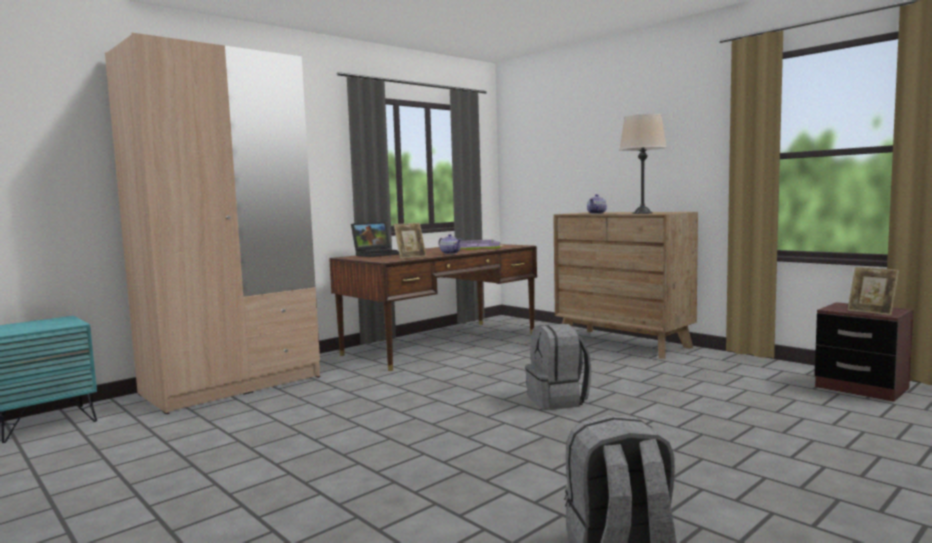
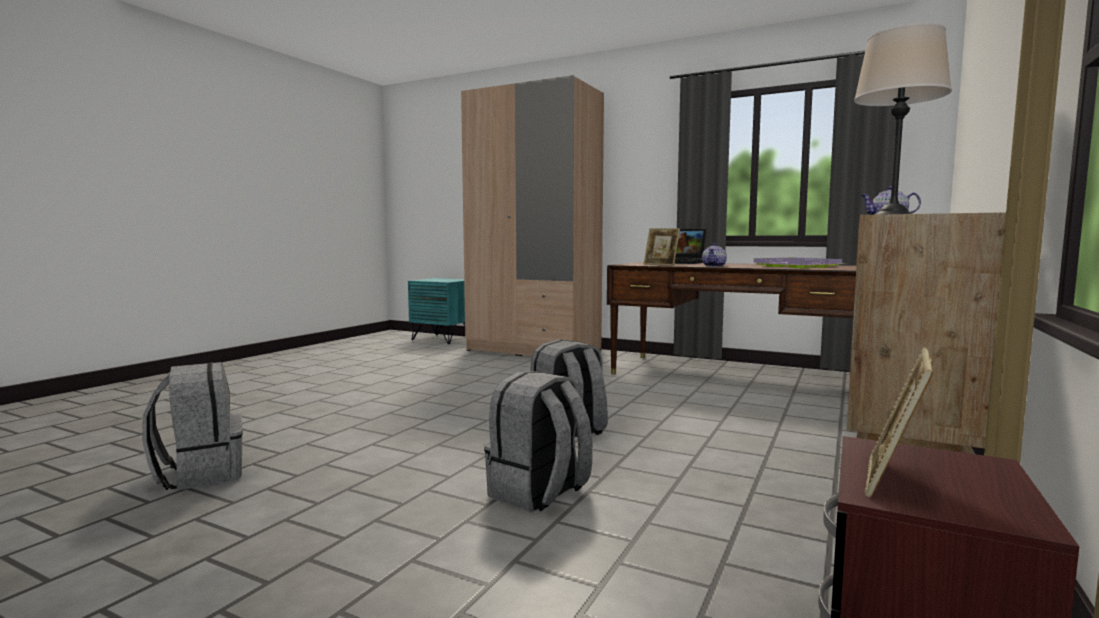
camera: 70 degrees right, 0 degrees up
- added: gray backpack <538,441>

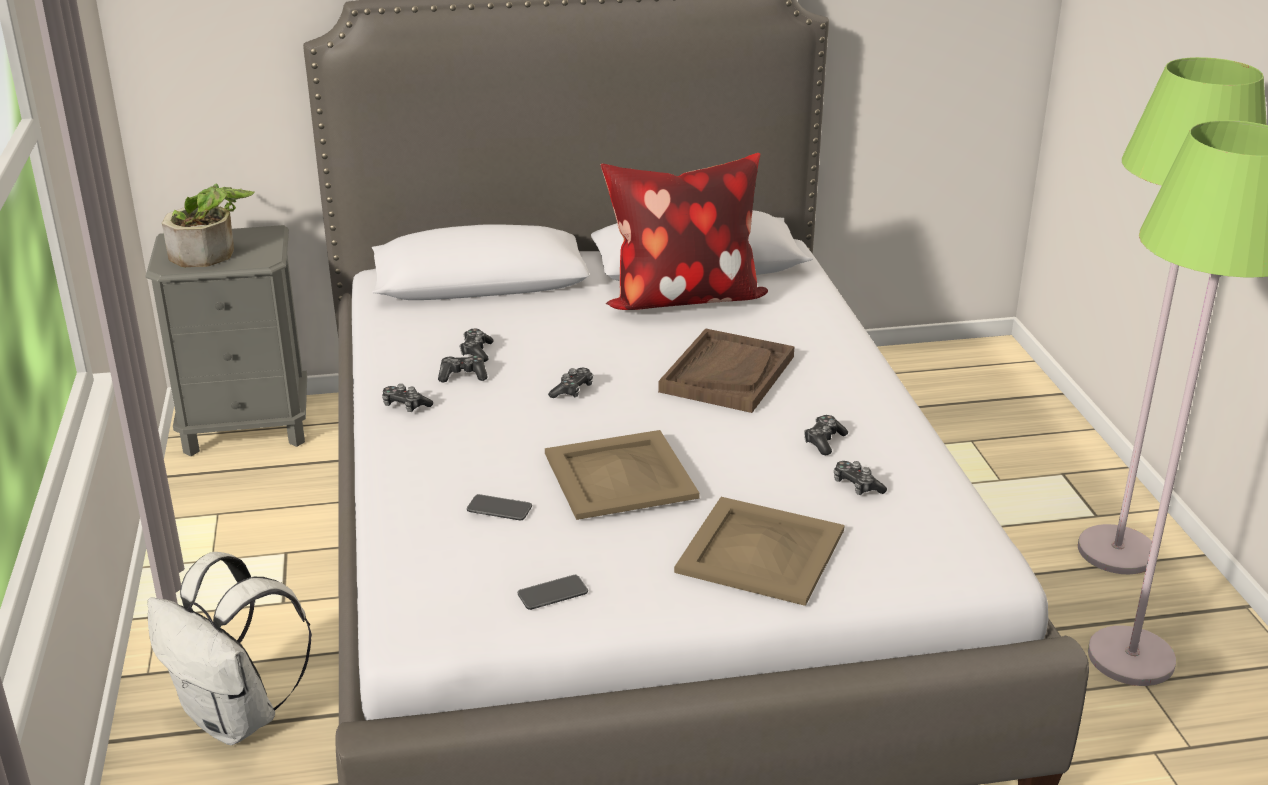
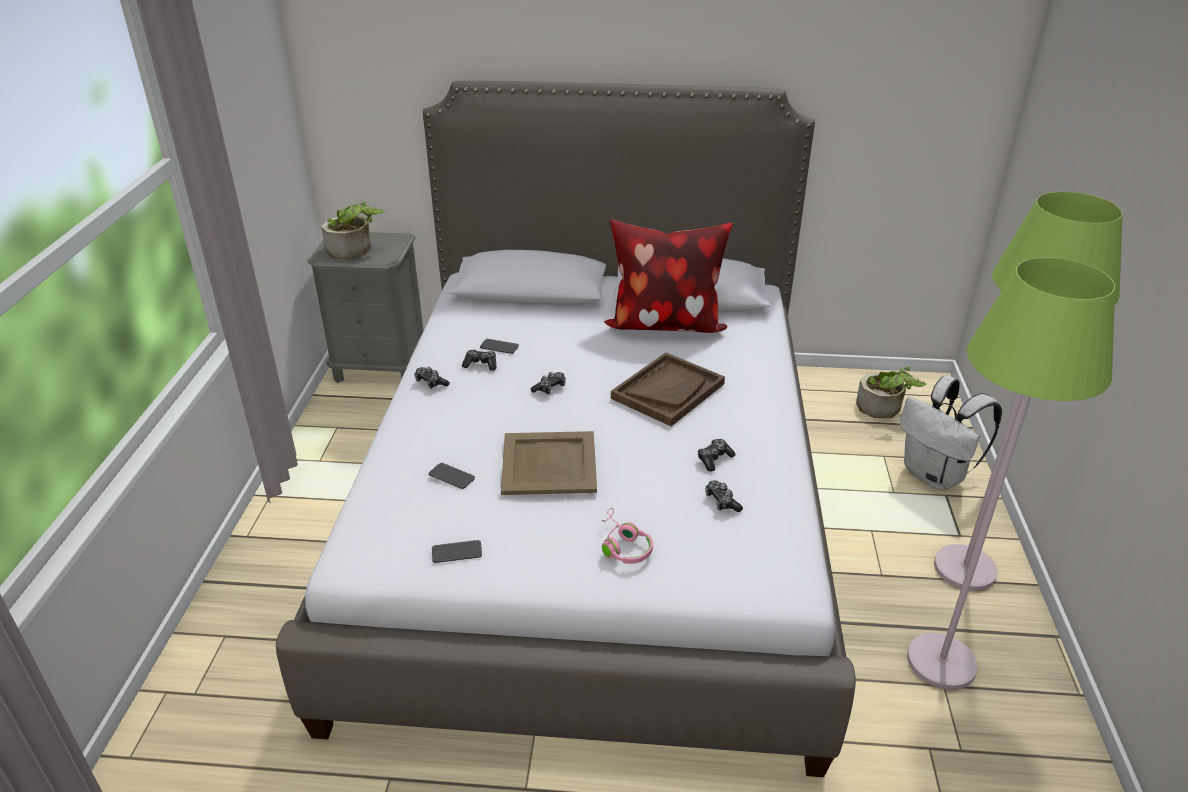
camera: 15 degrees right, 5 degrees up
- moved: whitish backpack <229,648> to <951,433>
- replaced: joypad <476,345> to telephone <499,346>
- replaced: beige tray <759,551> to pink-coloured headphones <627,536>
- added: houseplant <891,392>

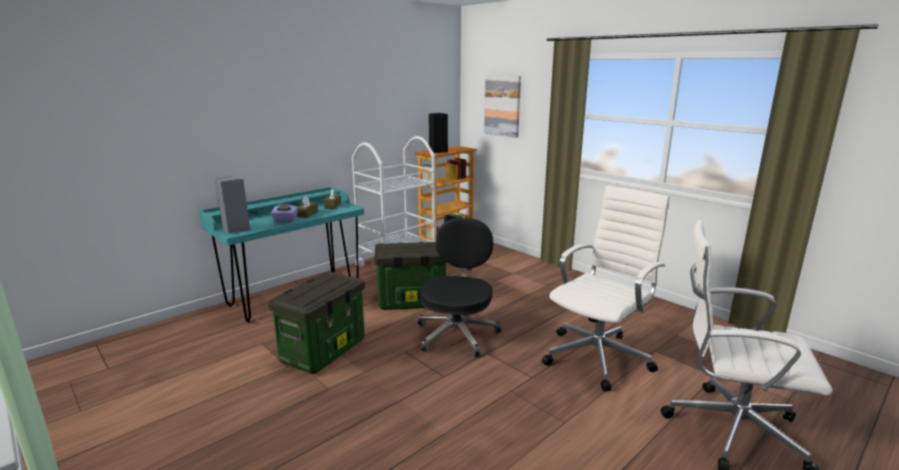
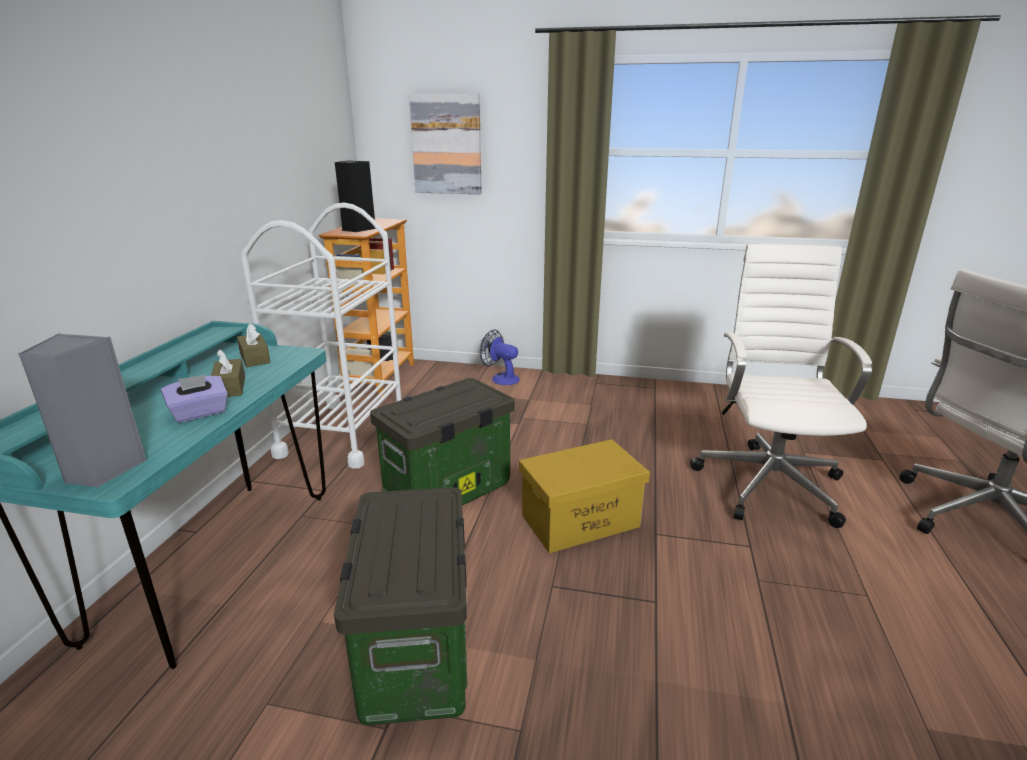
camera: 35 degrees left, 5 degrees up
- replaced: black-coloured desk chair <459,287> to yellow-coloured storage bin <584,496>
- added: electric fan <500,357>

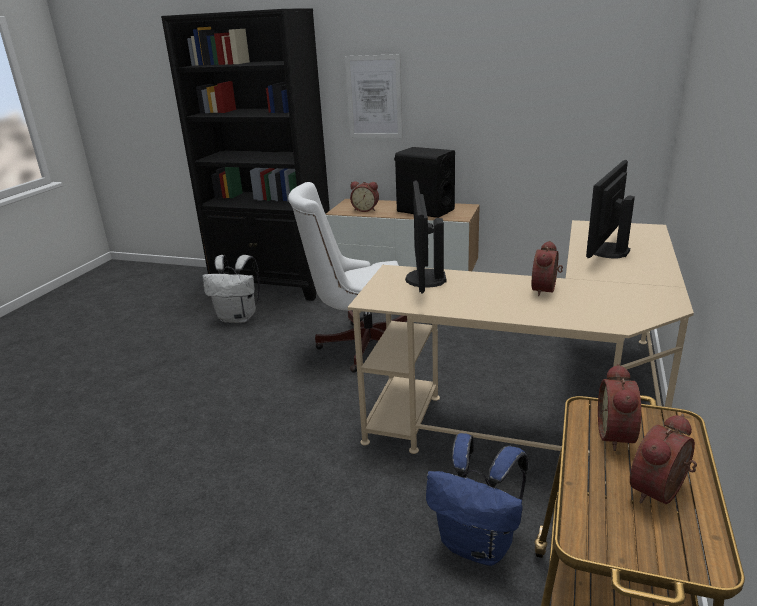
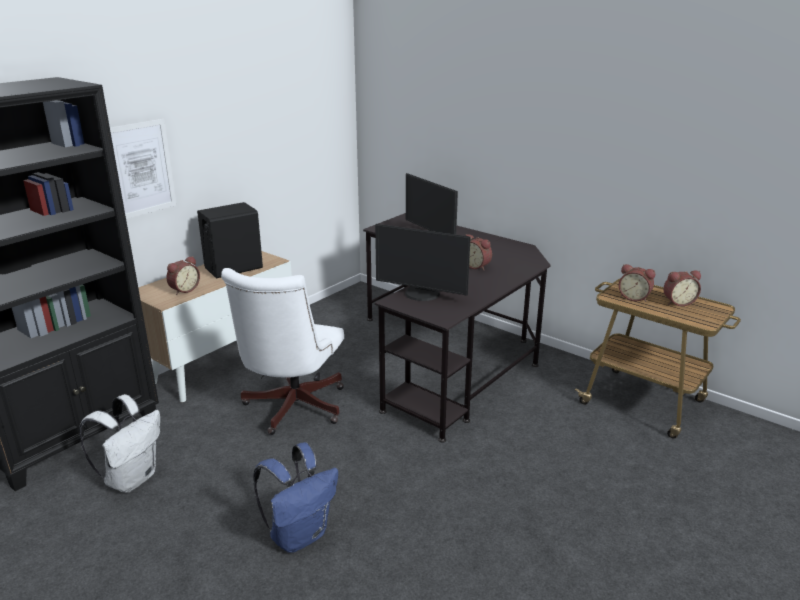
camera: 70 degrees left, 0 degrees up
- recoloured: beige desk unit <521,352> to black-coloured desk unit <456,328>
- moved: blue-coloured backpack <477,499> to <295,497>
- turned: alarm clock <663,459> = <682,288> 75 degrees counterclockwise

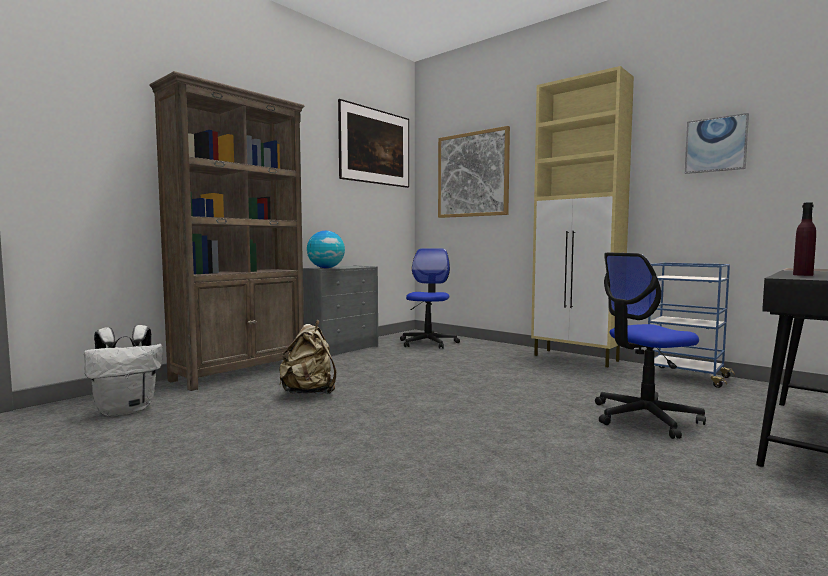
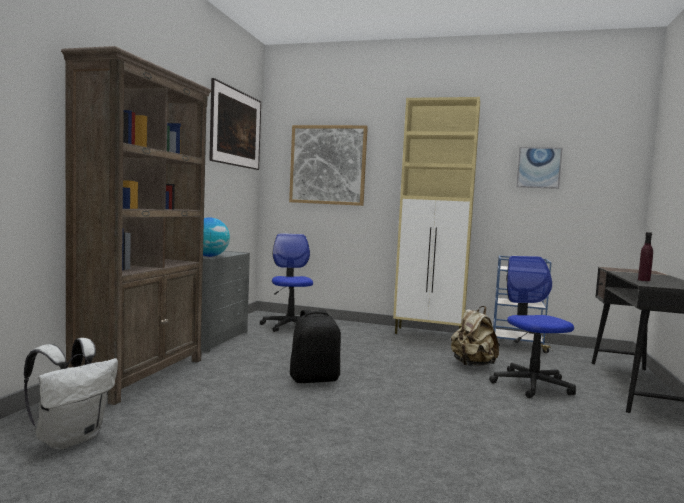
camera: 25 degrees left, 0 degrees up
- moved: beige backpack <307,357> to <475,336>
- turned: desk chair <650,346> = <532,327> 120 degrees clockwise
- added: black-coloured backpack <315,346>

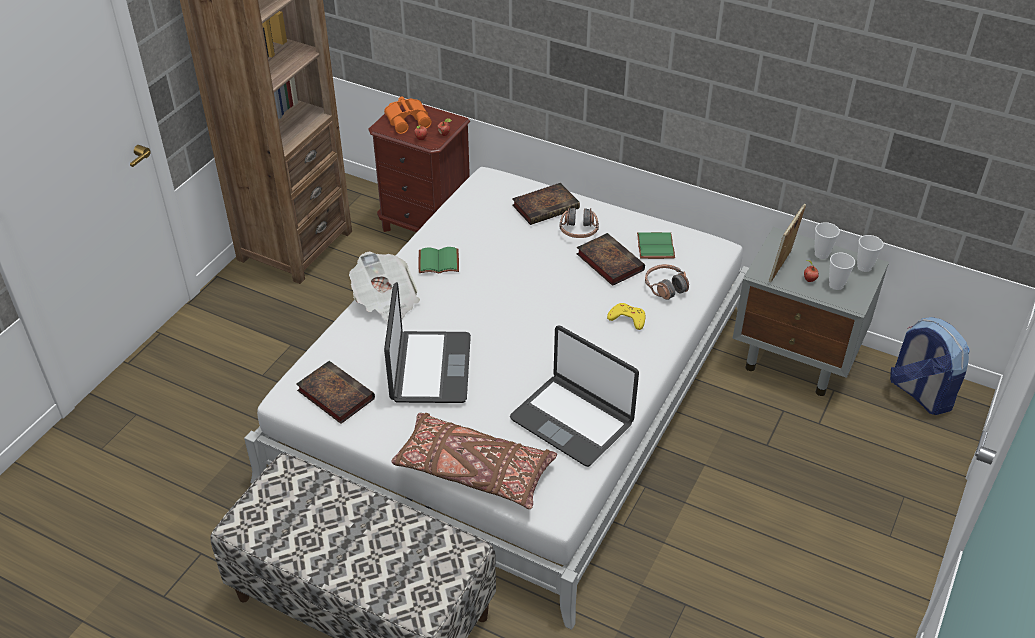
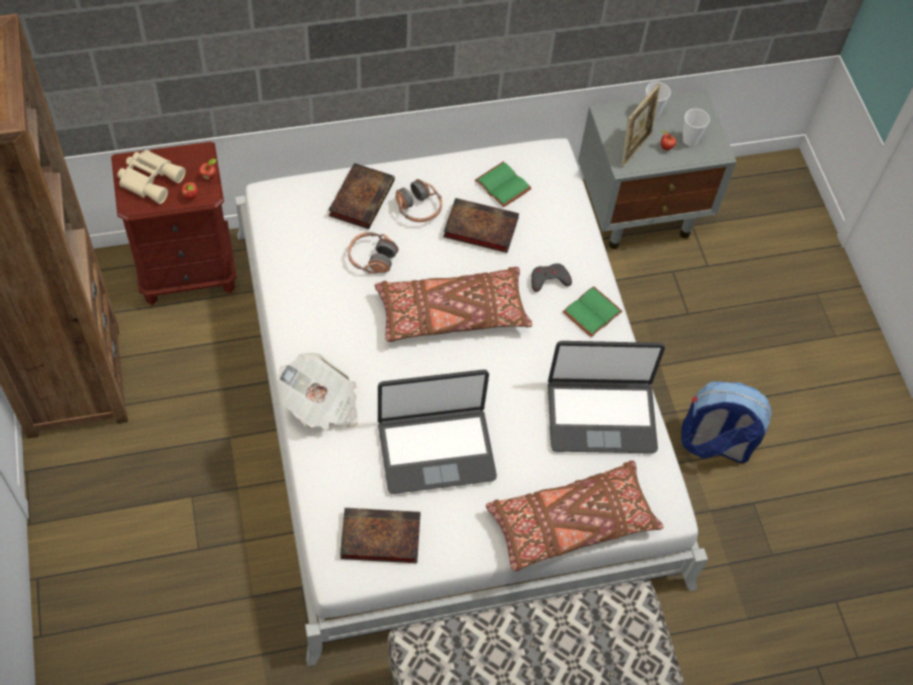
camera: 45 degrees left, 15 degrees up
- recoloured: orangey pair of binoculars <408,115> to beige pair of binoculars <152,177>
- turned: laptop <427,342> = <437,431> 120 degrees clockwise
- moved: greenish bound book <439,260> to <592,311>
- recoloured: yellow-coloured joypad <626,316> to gray joypad <551,277>
- moved: headphones <667,282> to <373,253>
- turned: photo frame <787,243> = <640,125> 135 degrees counterclockwise
- removed: small cup <870,253>
- moved: backpack <930,366> to <726,422>
- added: brown-coloured throw pillow <454,304>

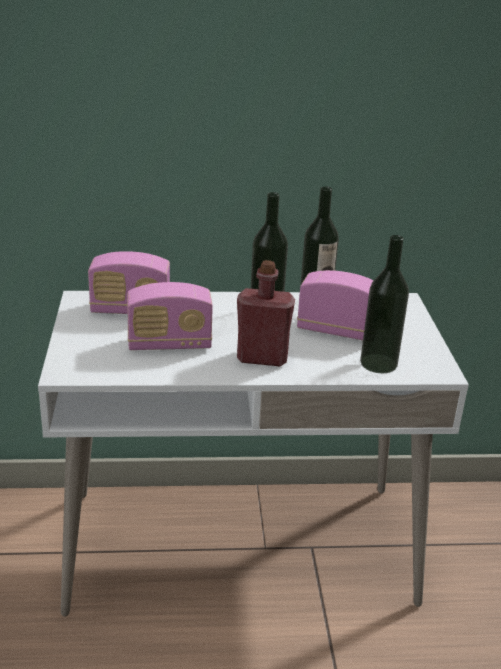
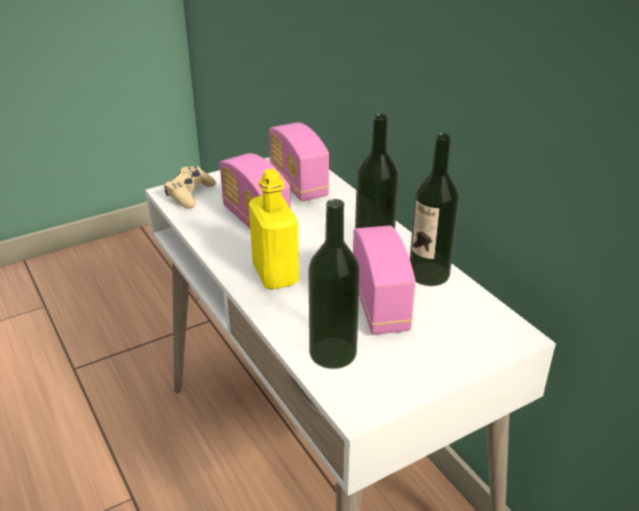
camera: 65 degrees right, 5 degrees up
- recoloured: reddish bottle <266,313> to yellow-coloured bottle <274,229>
- added: beige joypad <190,187>

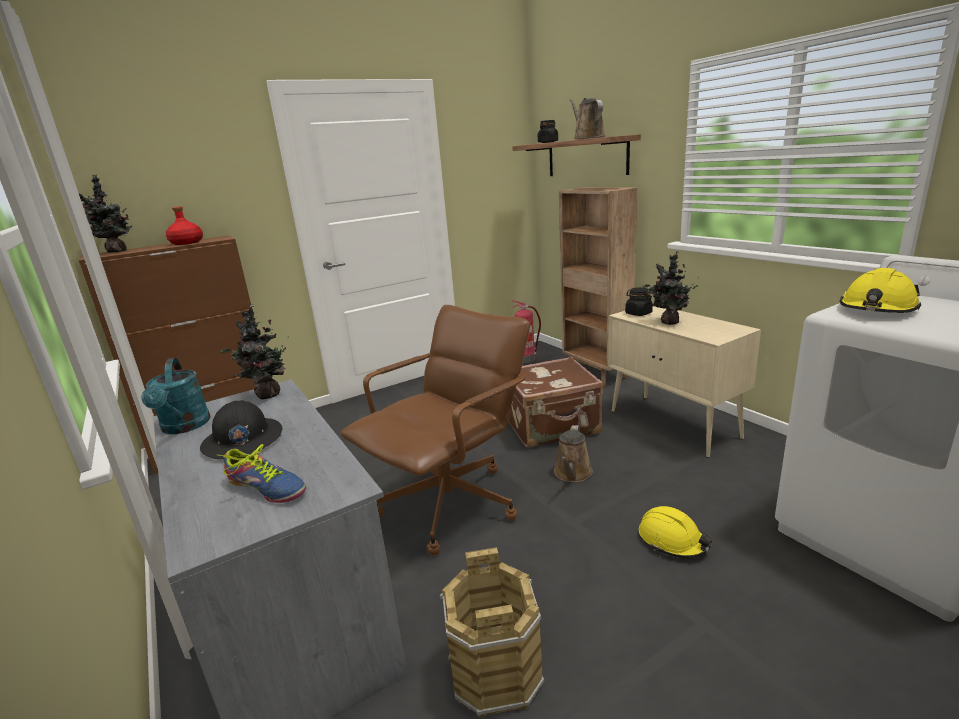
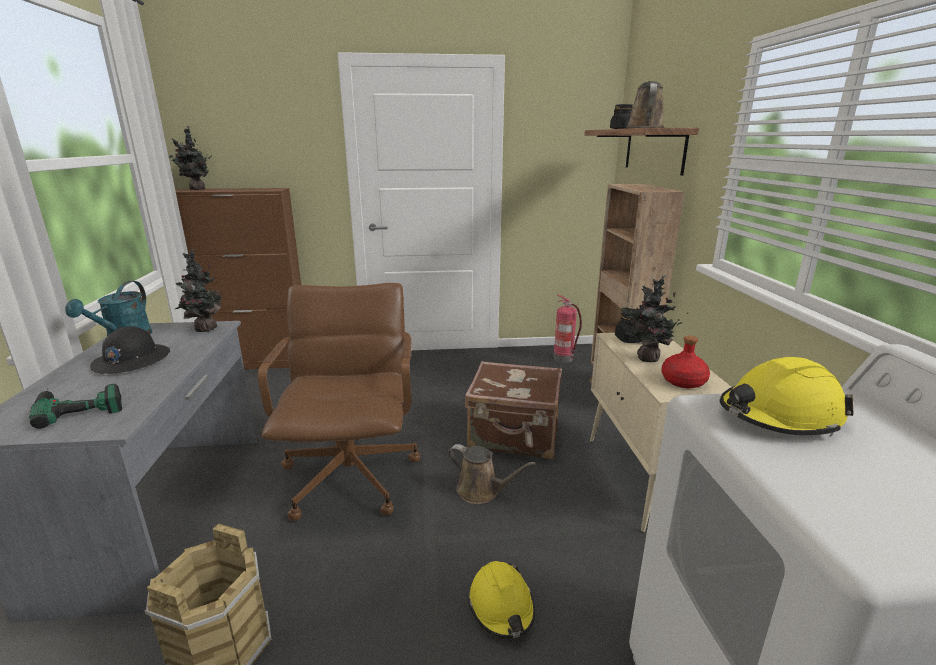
camera: 25 degrees right, 0 degrees up
- moved: reddish bottle <184,225> to <685,362>
- replaced: item of footwear <262,473> to electric drill <75,406>
- turned: brown-coloured desk chair <435,430> = <339,402> 75 degrees counterclockwise
- turned: brown-coloured watering can <573,454> = <492,474> 105 degrees counterclockwise

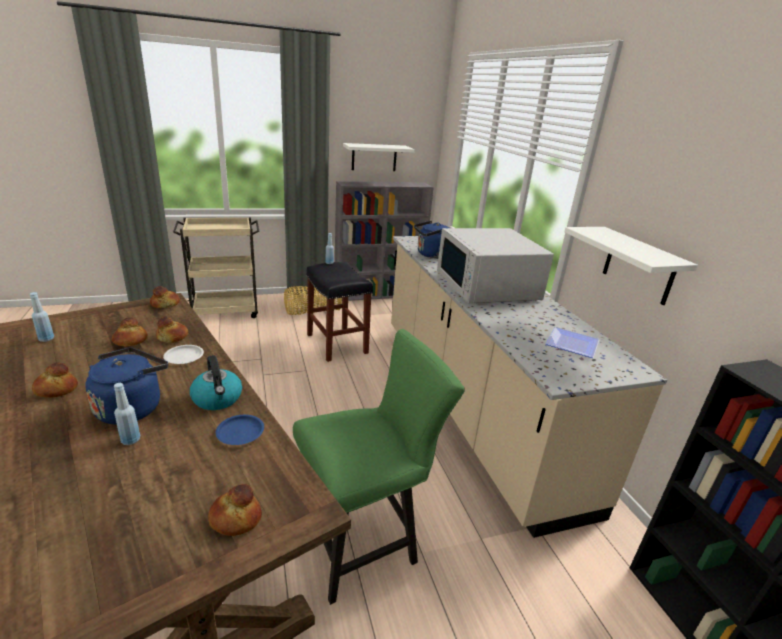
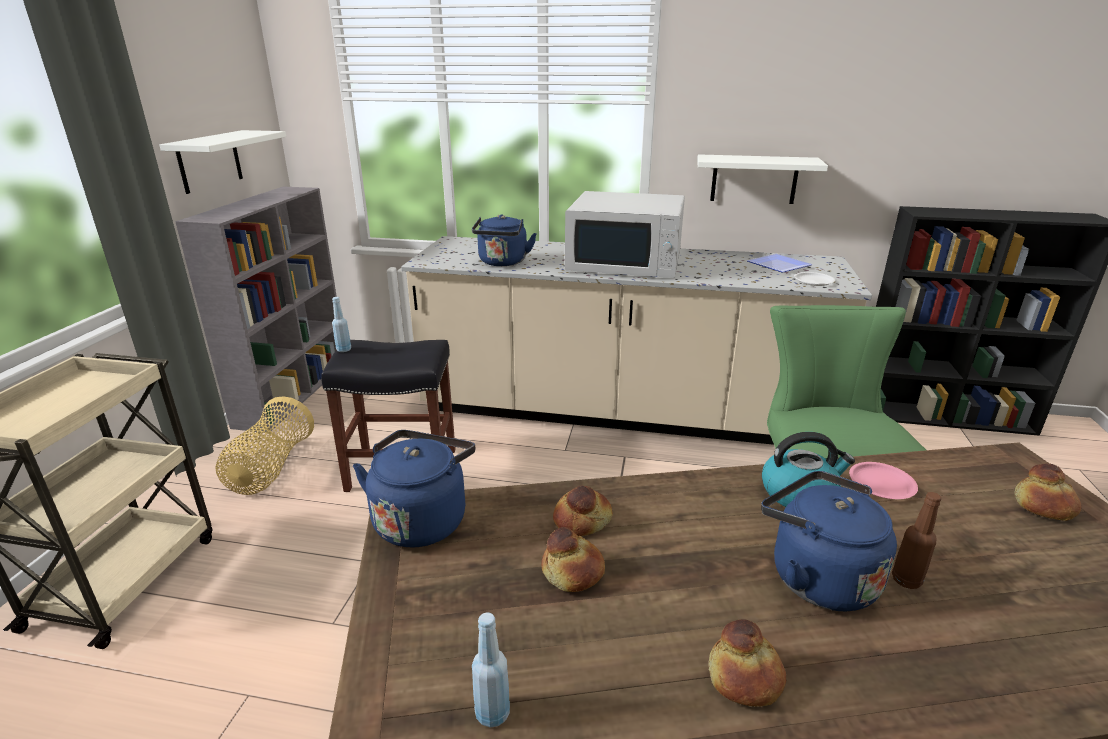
camera: 60 degrees left, 0 degrees up
- recoloured: blue-coloured bottle <127,414> to brown-coloured bottle <916,540>
- replaced: bread <165,297> to blue-coloured water kettle <414,488>
- moved: whitish plate <183,354> to <814,279>
- recoloured: blue-coloured plate <240,430> to pink-coloured plate <883,480>

